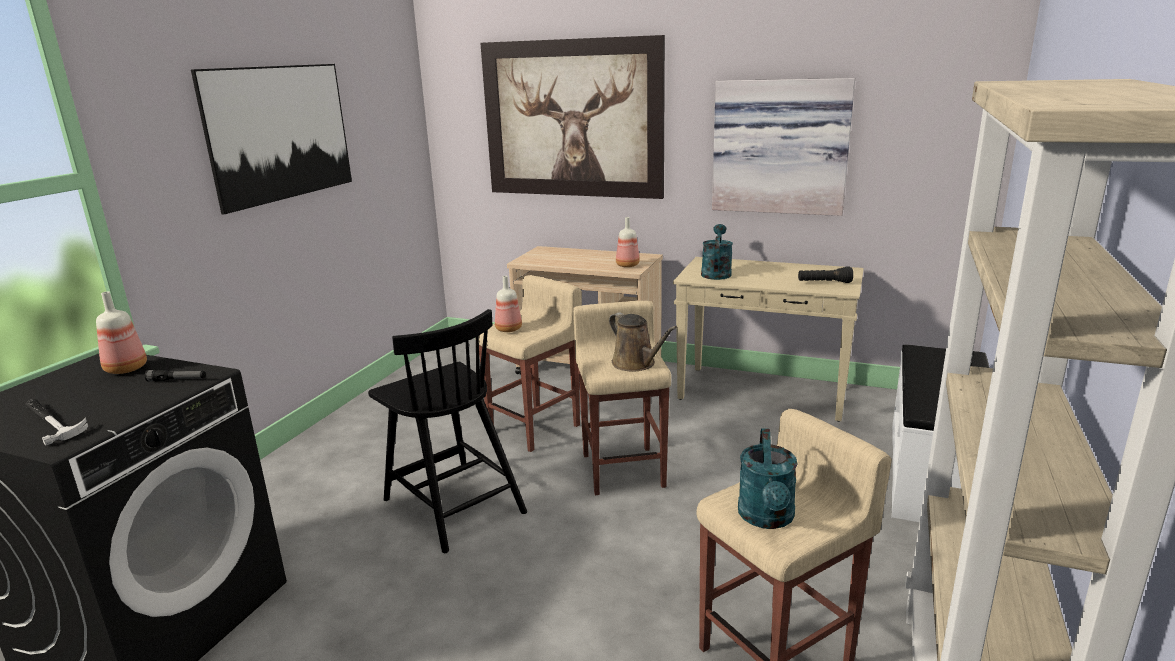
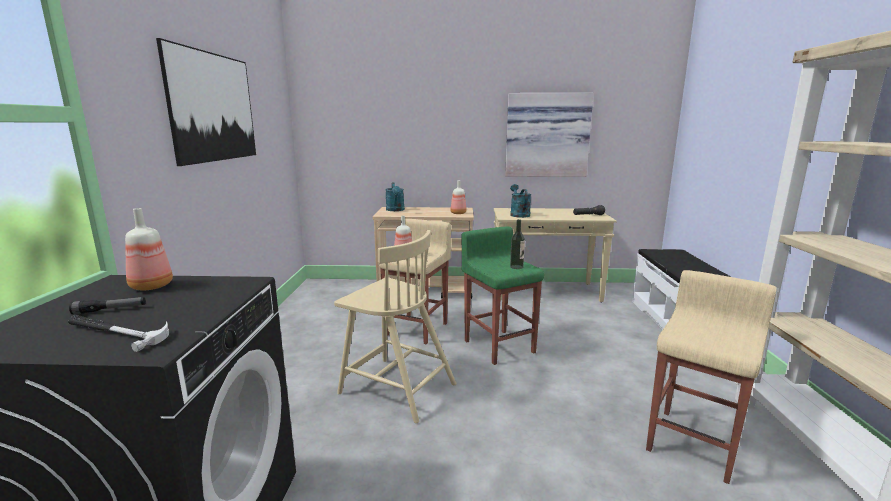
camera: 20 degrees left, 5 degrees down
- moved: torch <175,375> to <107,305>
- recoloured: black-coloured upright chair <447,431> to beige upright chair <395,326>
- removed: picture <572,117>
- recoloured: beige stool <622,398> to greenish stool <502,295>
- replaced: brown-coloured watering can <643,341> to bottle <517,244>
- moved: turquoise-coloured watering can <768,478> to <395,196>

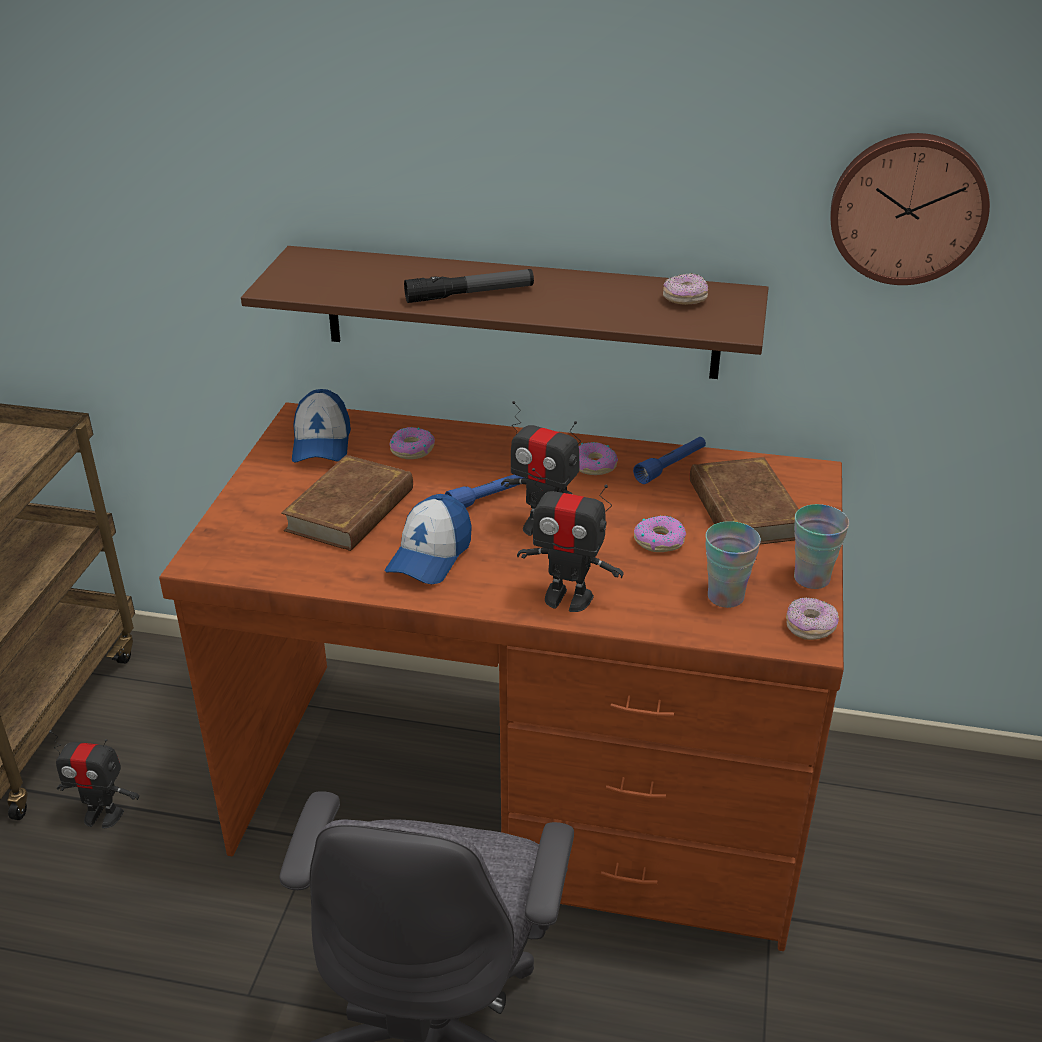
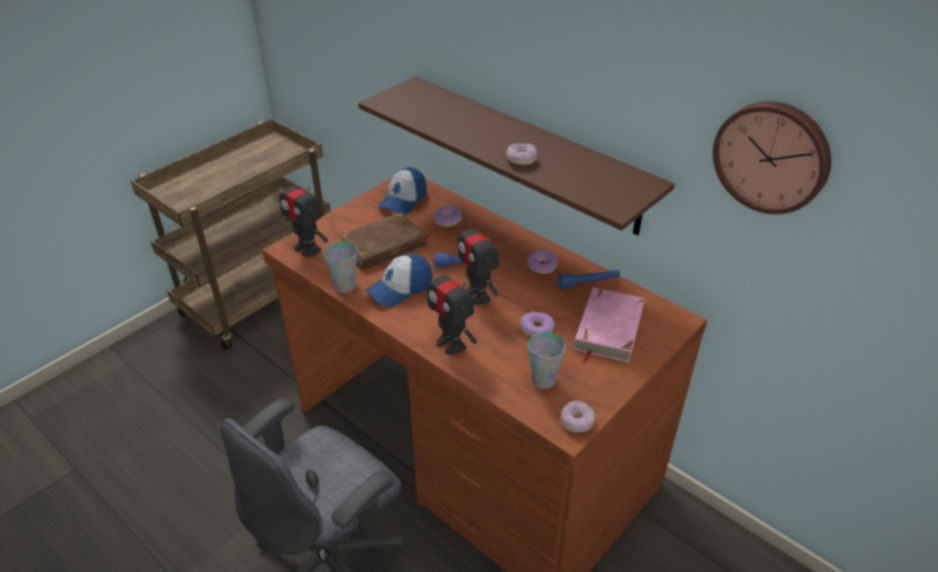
camera: 30 degrees right, 5 degrees up
- moved: model robot <94,779> to <303,214>
- removed: torch <469,286>
- moved: ring doughnut <685,289> to <521,154>
- recoloured: brown-coloured bound book <744,508> to pink-coloured bound book <609,325>
- moved: small cup <821,546> to <340,267>

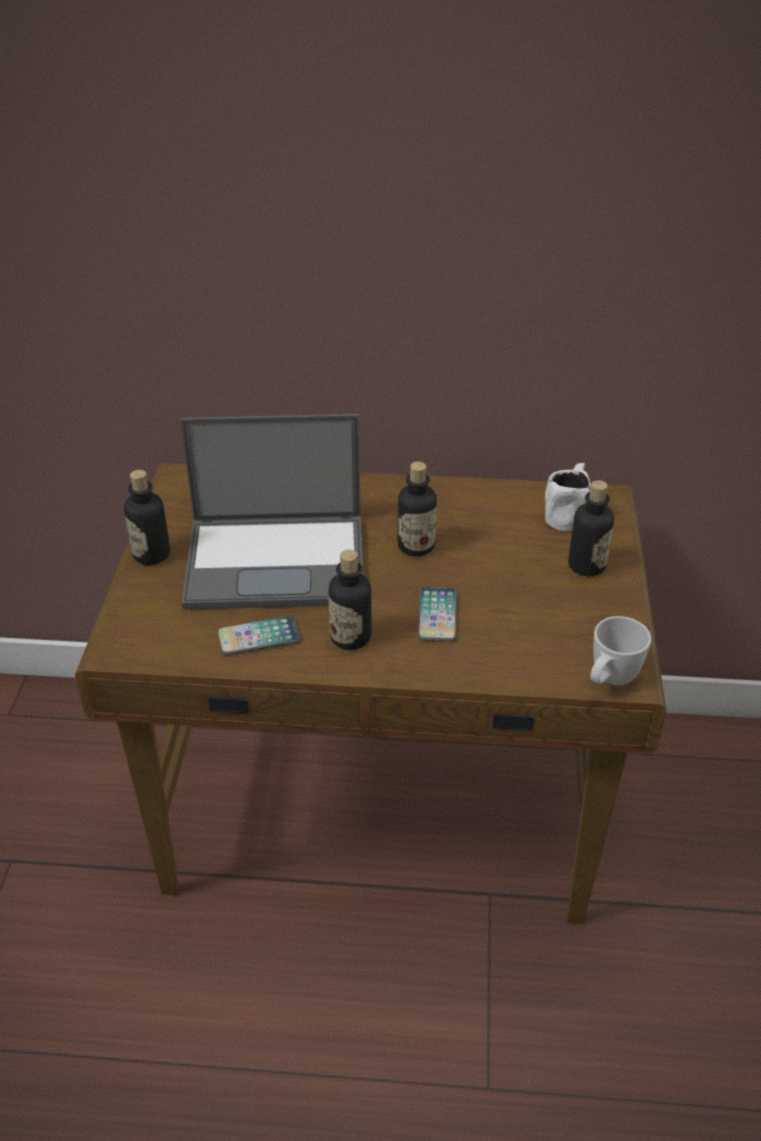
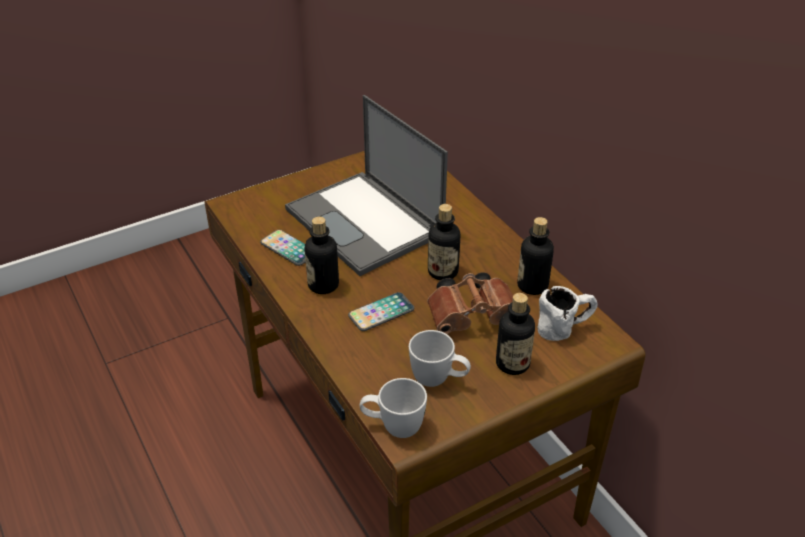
camera: 55 degrees right, 0 degrees up
- moved: bottle <147,517> to <535,256>
- added: whitish mug <440,358>
- added: brown-coloured pair of binoculars <470,303>

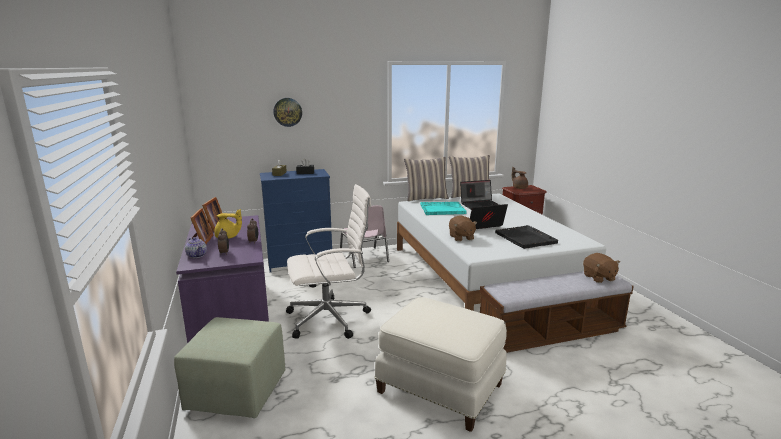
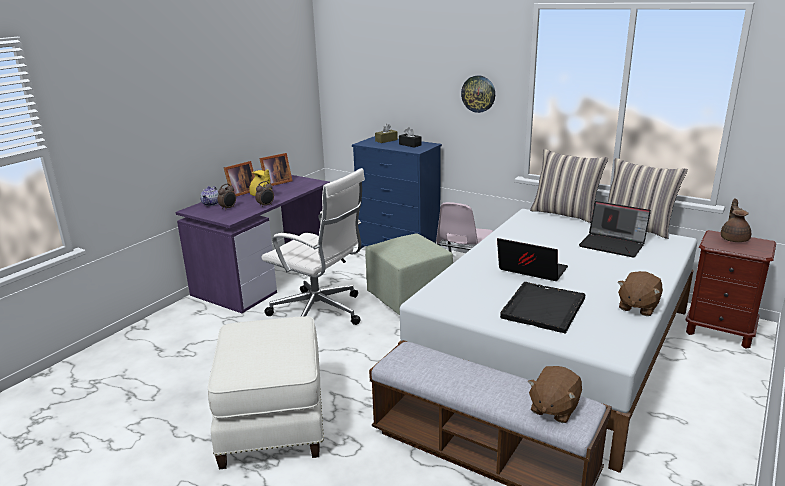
camera: 50 degrees right, 5 degrees up
- moved: greenish ottoman <229,367> to <409,274>
- moved: hanging clock <287,112> to <478,94>
- removed: turquoise-coloured tray <443,208>
- moved: brown-coloured soft toy <463,228> to <640,293>

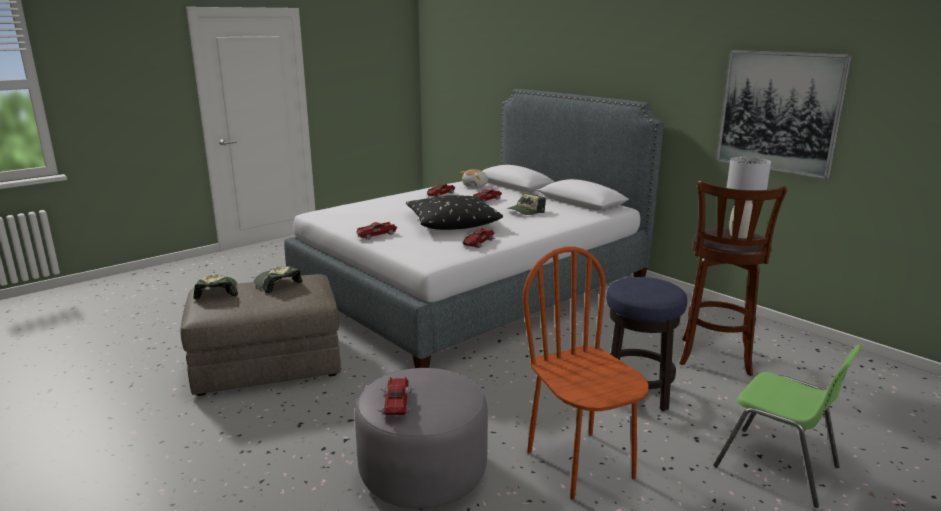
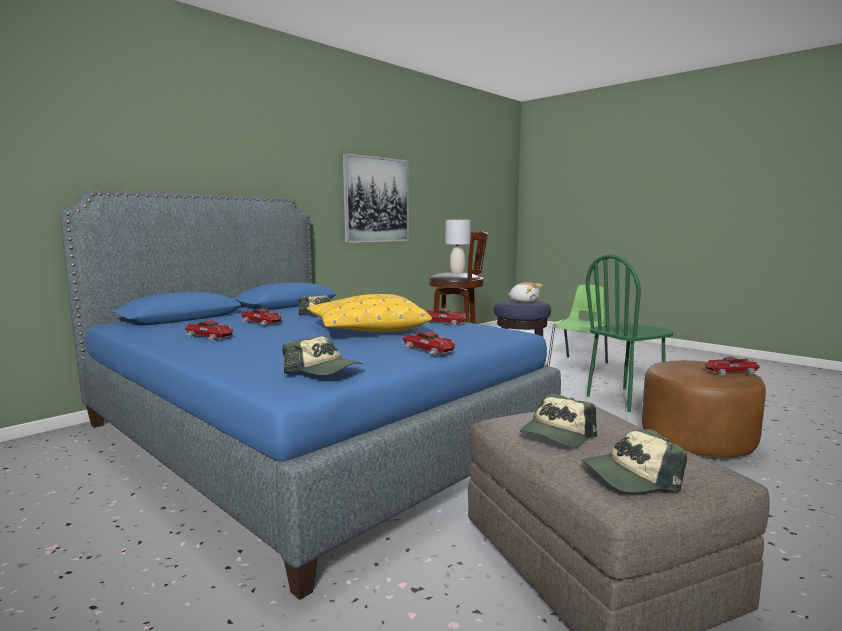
camera: 95 degrees left, 10 degrees down
- recoloured: gray sleeping bed <474,228> to blue-coloured sleeping bed <310,395>
- recoloured: gray ottoman <421,438> to brown-coloured ottoman <704,409>
- recoloured: black-coloured throw pillow <454,212> to yellow-coloured throw pillow <369,313>
- moved: soft toy <473,178> to <525,292>
- recoloured: brown-coloured upright chair <585,373> to greenish upright chair <629,333>
- added: cap <322,355>

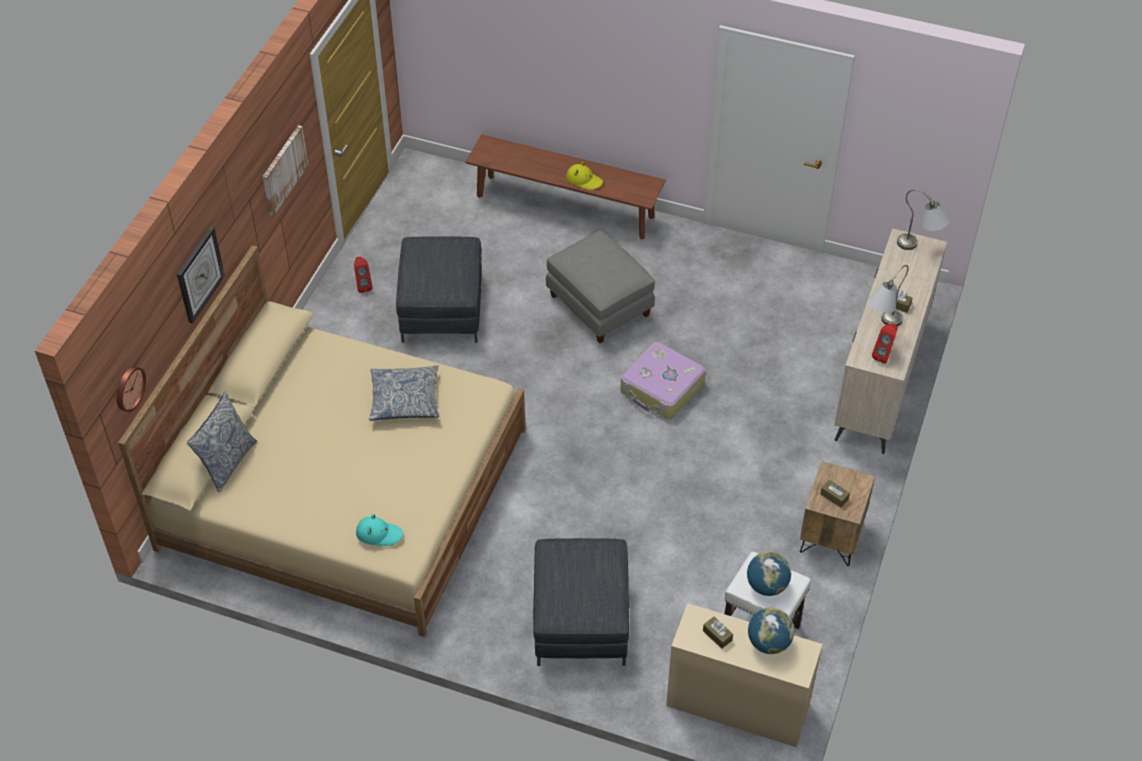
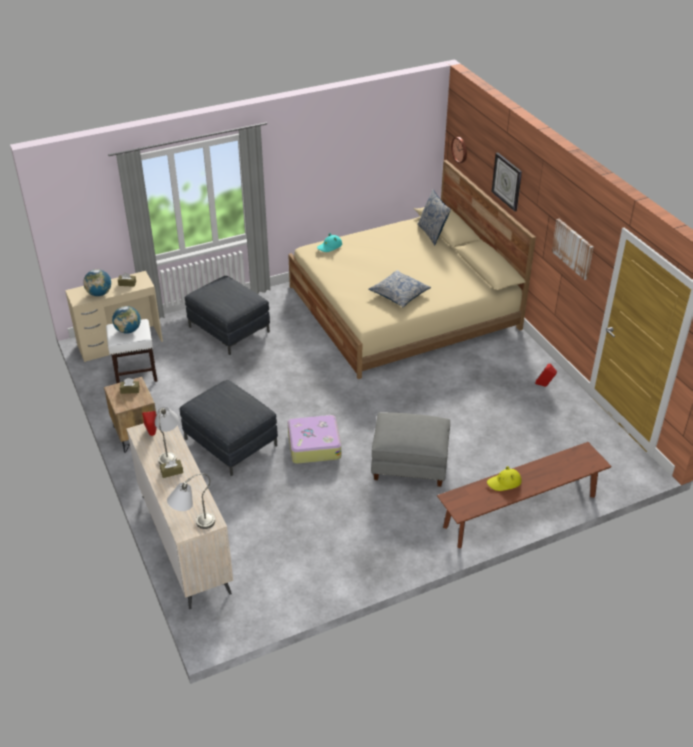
camera: 135 degrees right, 10 degrees down
- moved: gray ottoman <439,289> to <229,428>

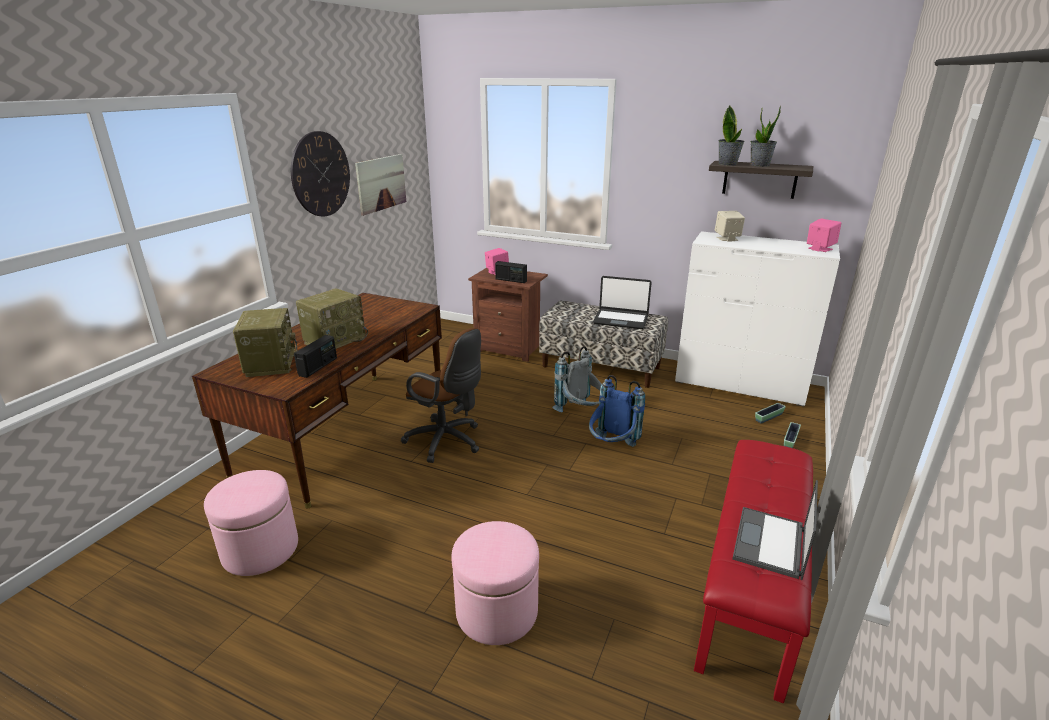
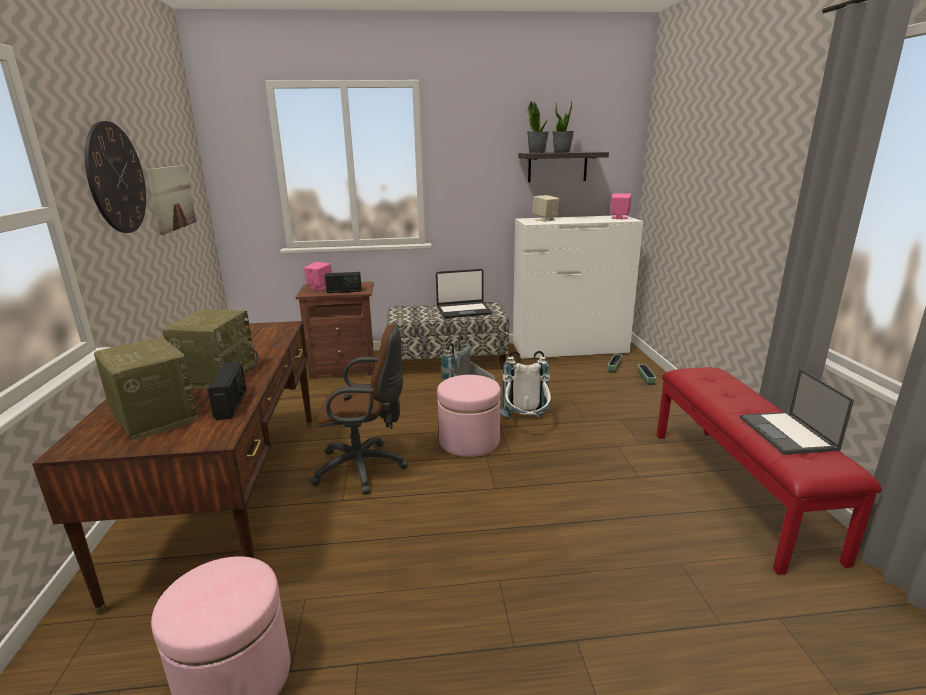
camera: 30 degrees left, 5 degrees down
- moved: pink-coloured ottoman <495,583> to <469,416>
- recoloured: blue-coloured backpack <617,411> to whitish backpack <525,384>

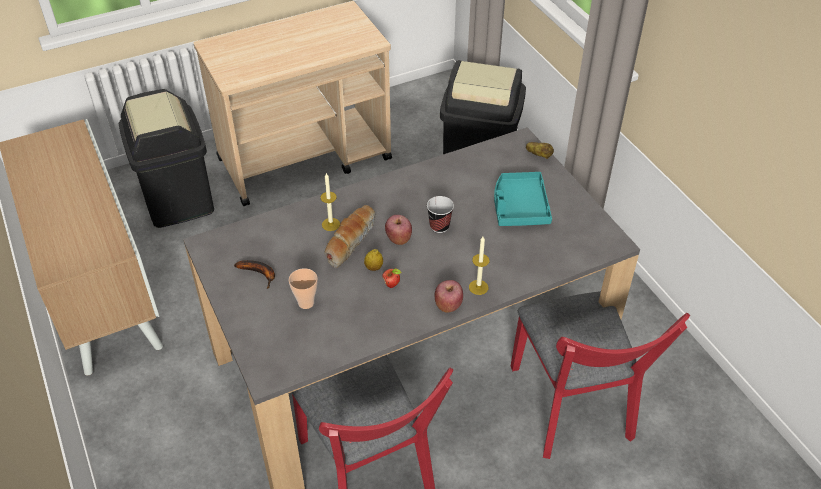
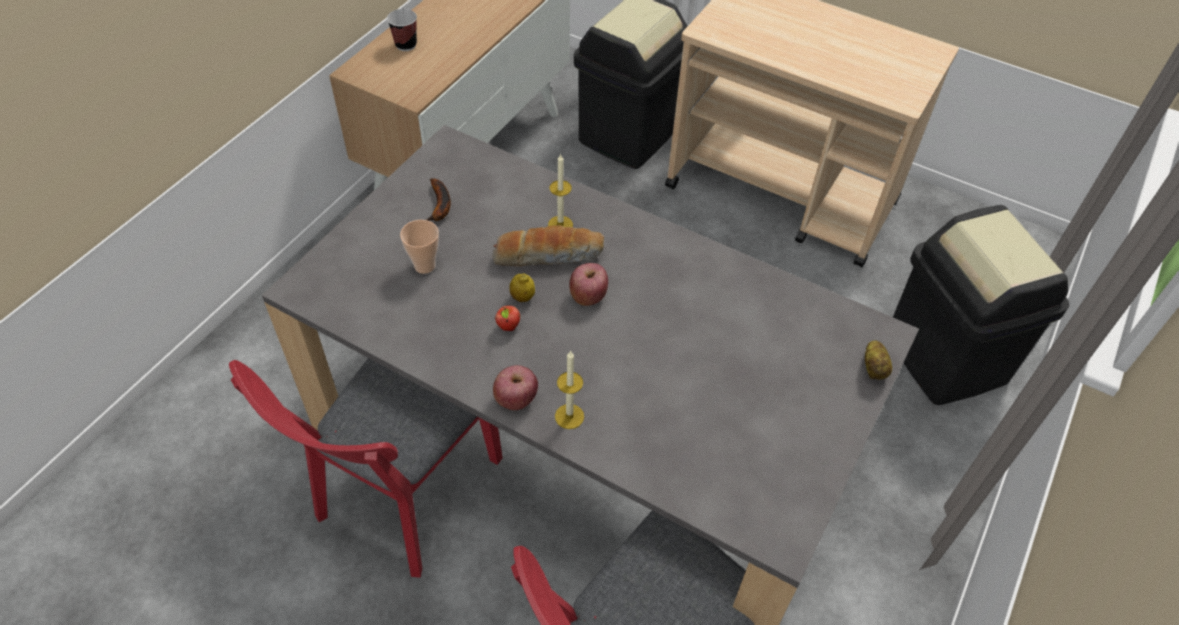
camera: 55 degrees right, 5 degrees up
- moved: small cup <440,214> to <402,30>
- removed: turquoise-coloured tray <523,199>

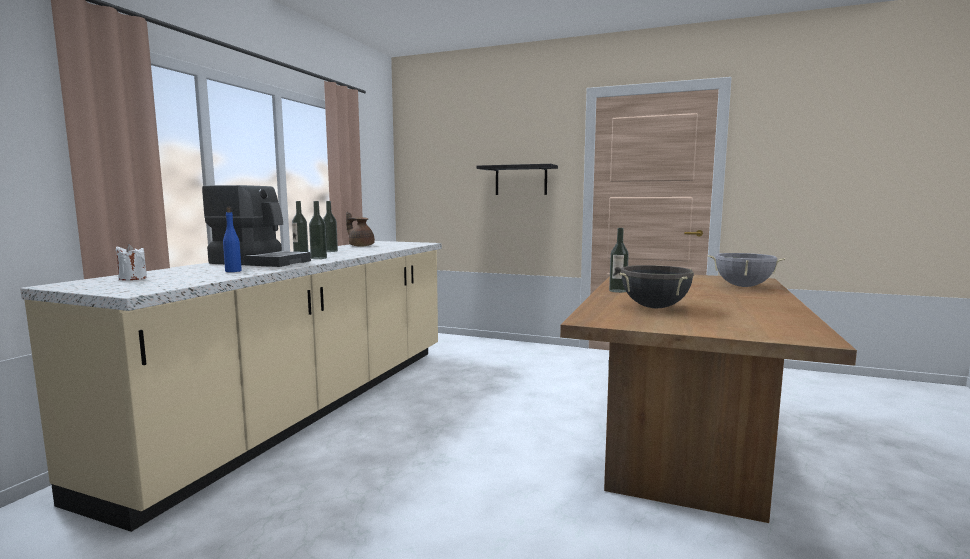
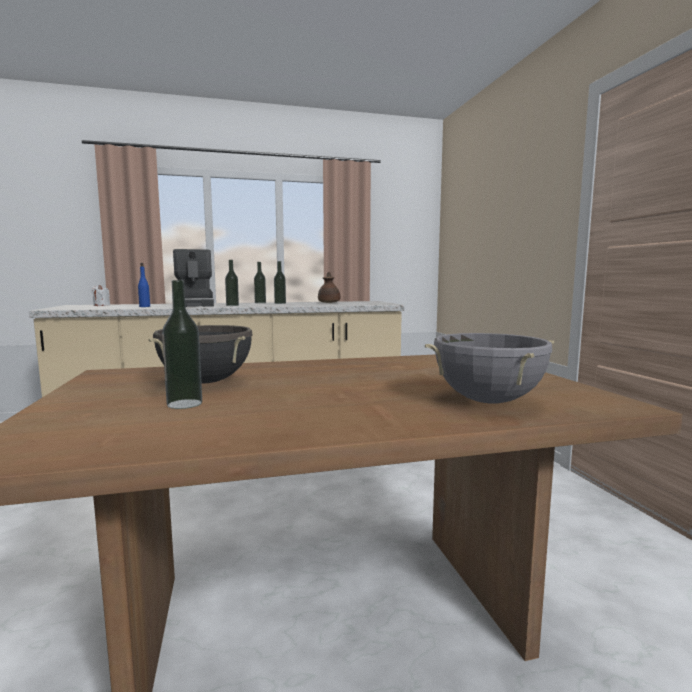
camera: 55 degrees right, 0 degrees up
- removed: black-coloured wall shelf <517,179>
- moved: bottle <619,260> to <182,344>

